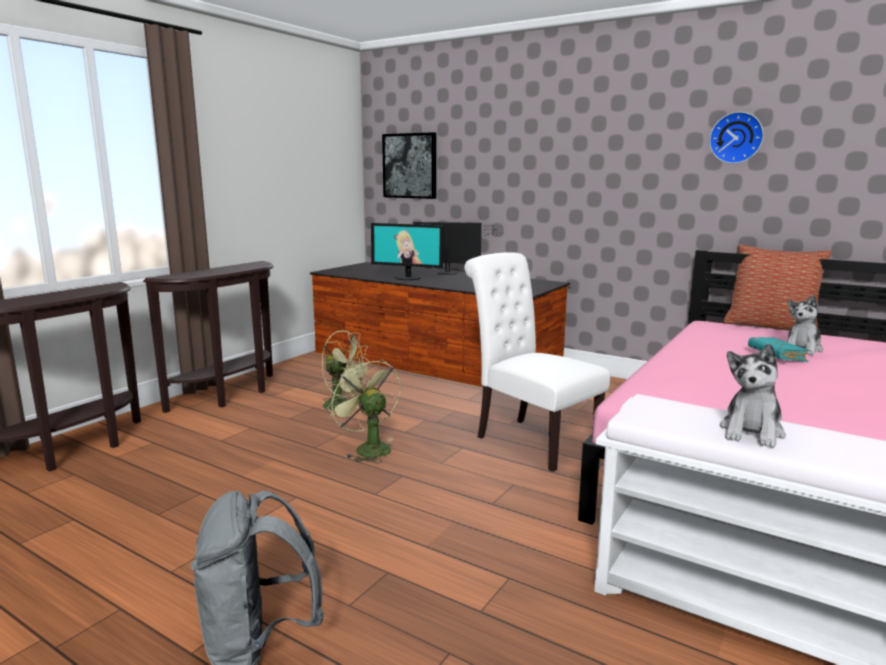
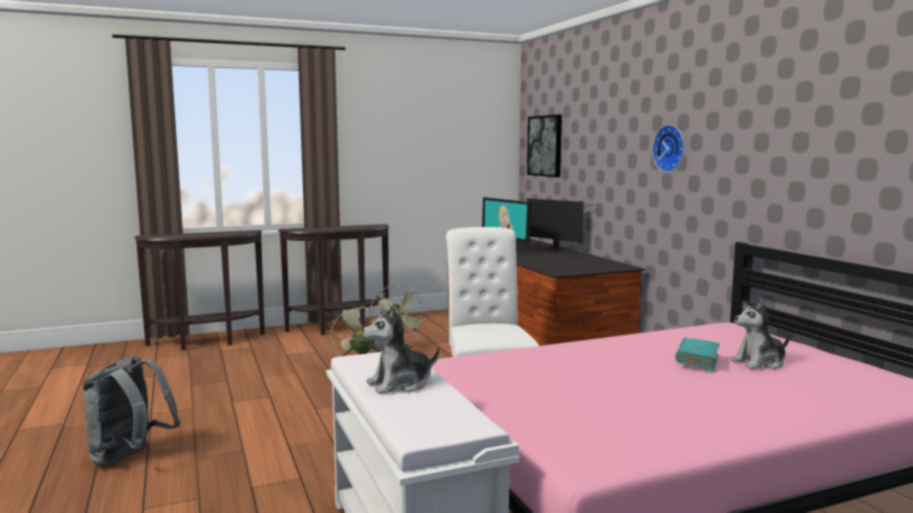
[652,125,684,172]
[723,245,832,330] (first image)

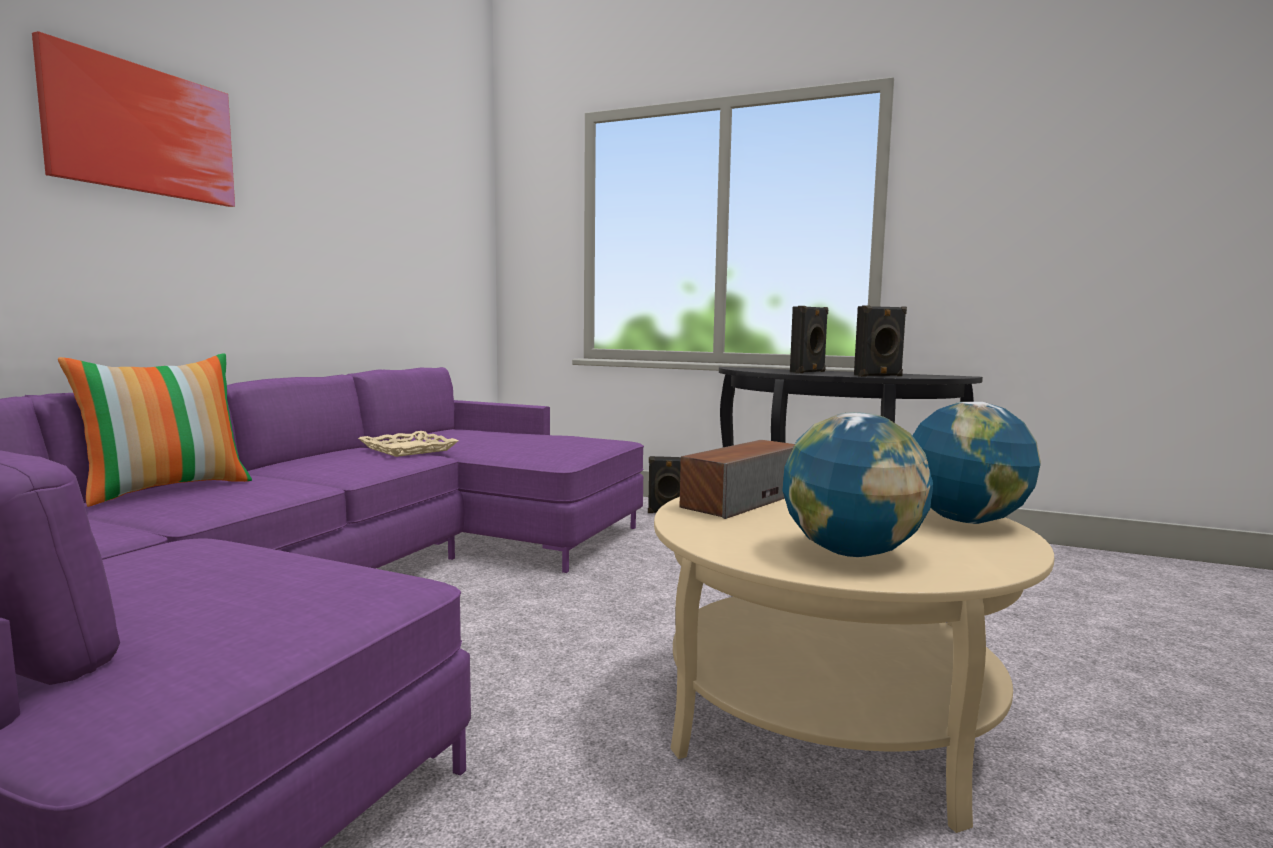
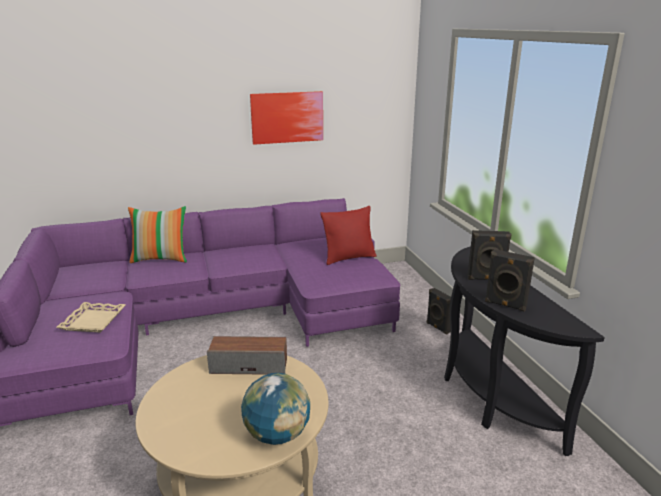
[56,302,126,333]
[250,91,323,145]
[321,206,377,265]
[782,412,933,557] (first image)

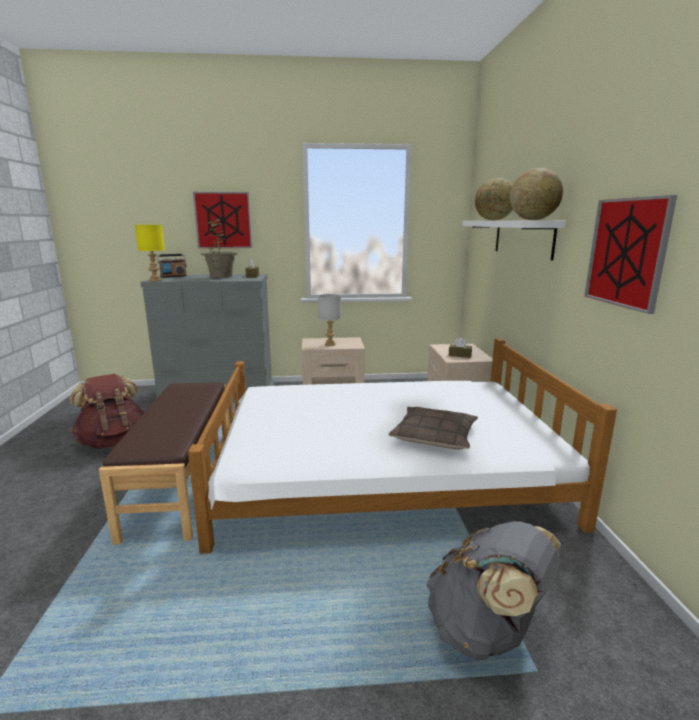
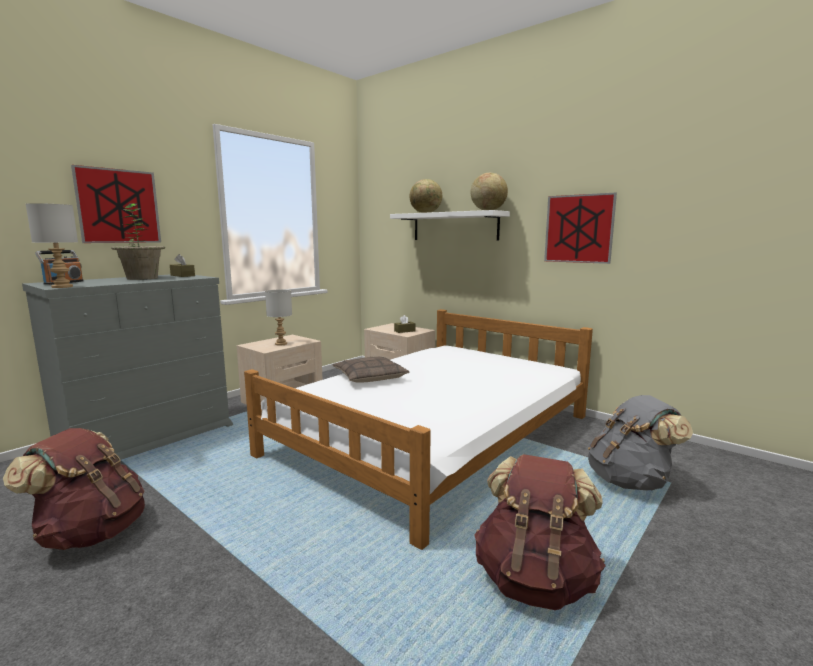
[26,203,78,288]
[332,357,409,383]
[474,454,606,610]
[99,382,229,545] (first image)

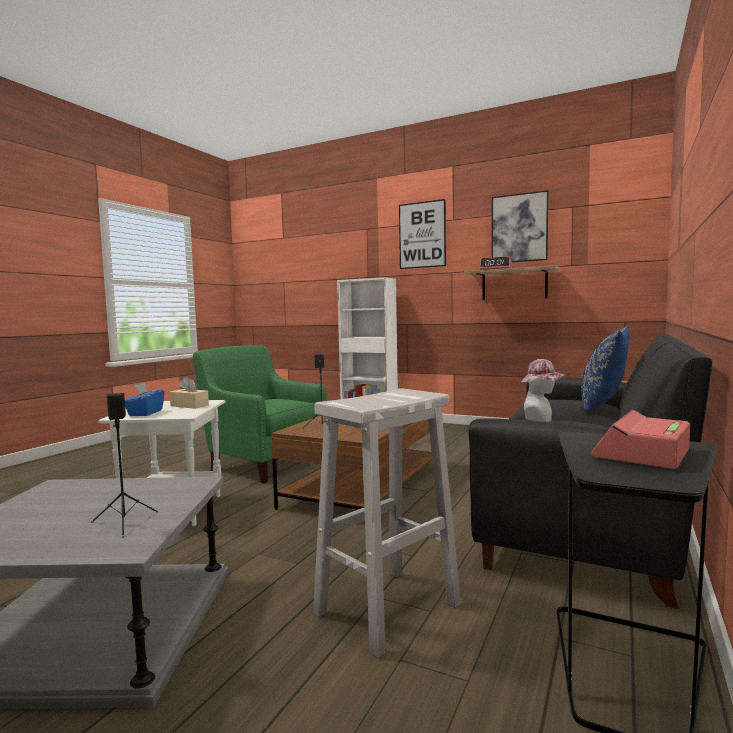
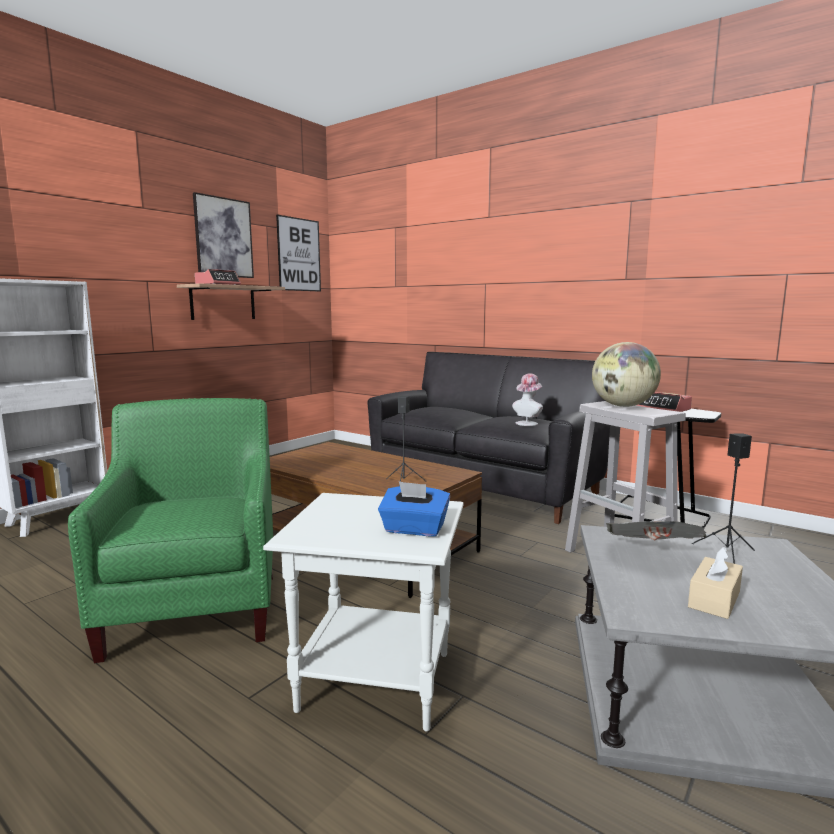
[68,398,273,663]
[276,214,321,292]
[592,342,661,407]
[606,521,707,540]
[688,547,743,619]
[581,326,630,412] (first image)

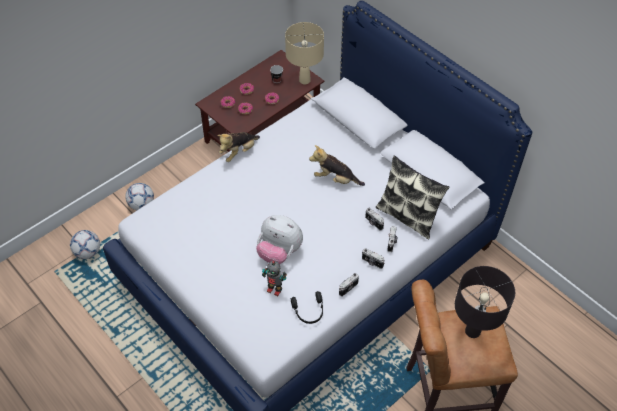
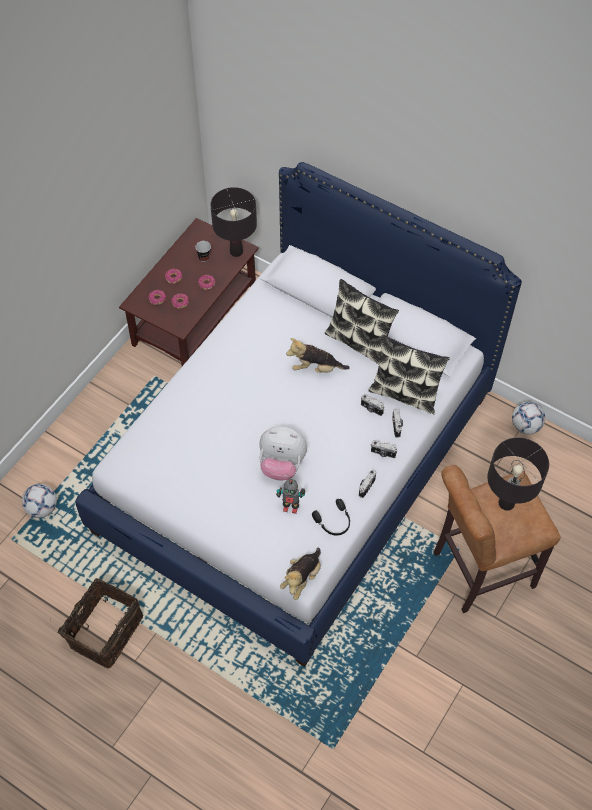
[50,578,143,669]
[211,187,257,257]
[280,547,321,600]
[325,279,399,364]
[512,402,545,434]

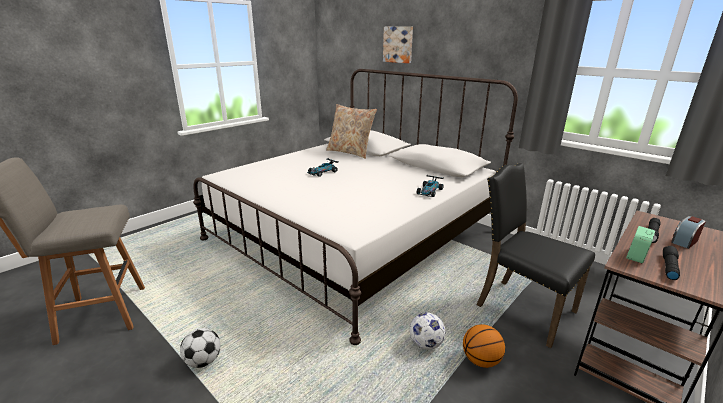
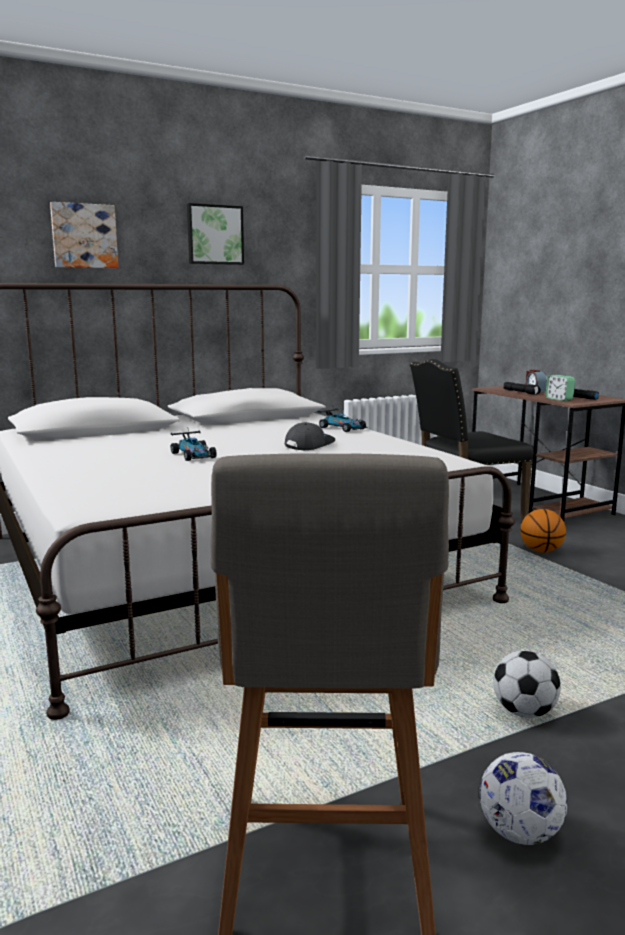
[187,203,244,265]
[285,422,335,450]
[479,752,568,845]
[326,104,377,159] (first image)

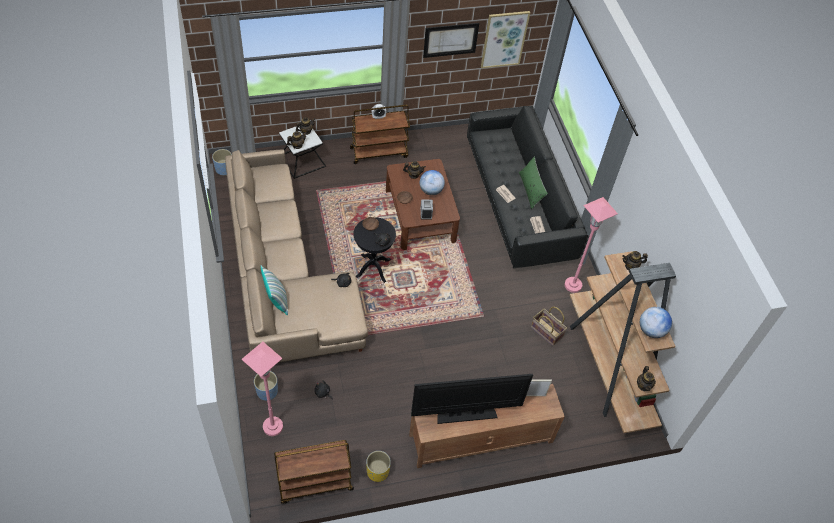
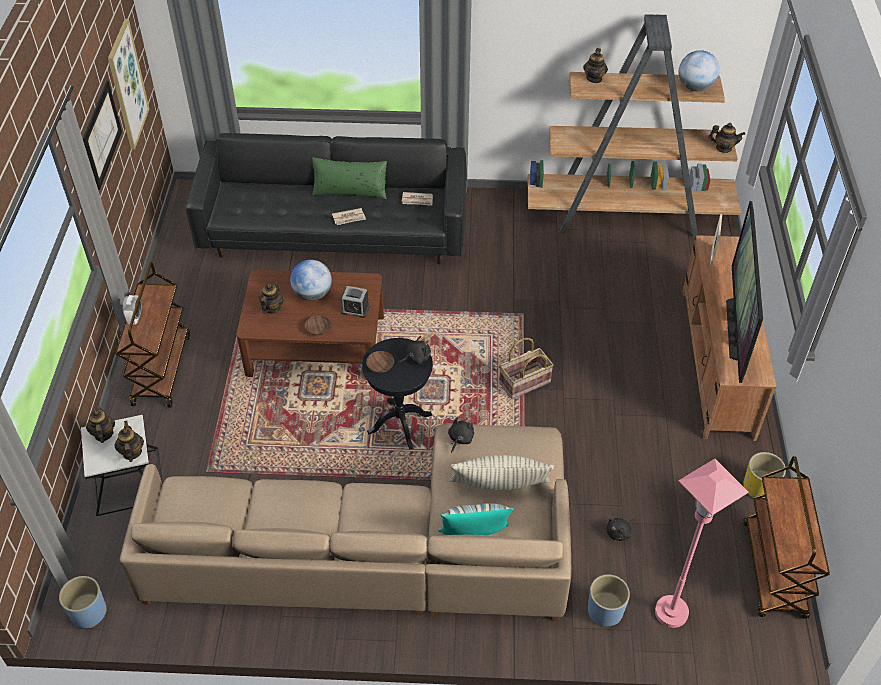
[450,455,554,490]
[499,338,554,399]
[564,197,618,293] (first image)

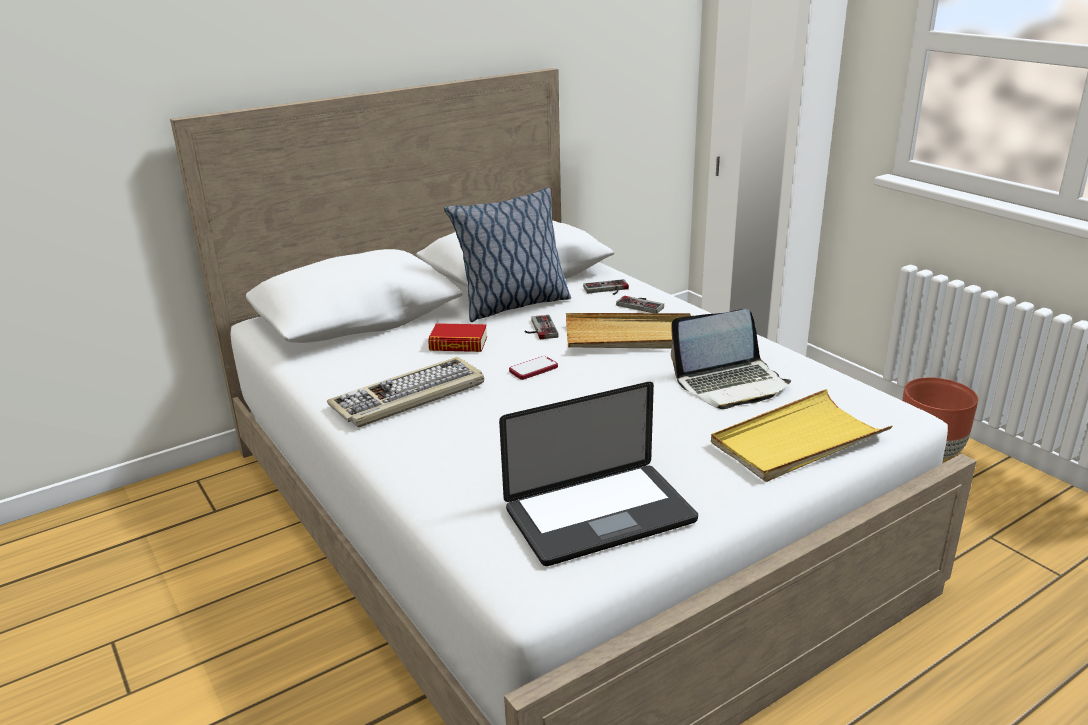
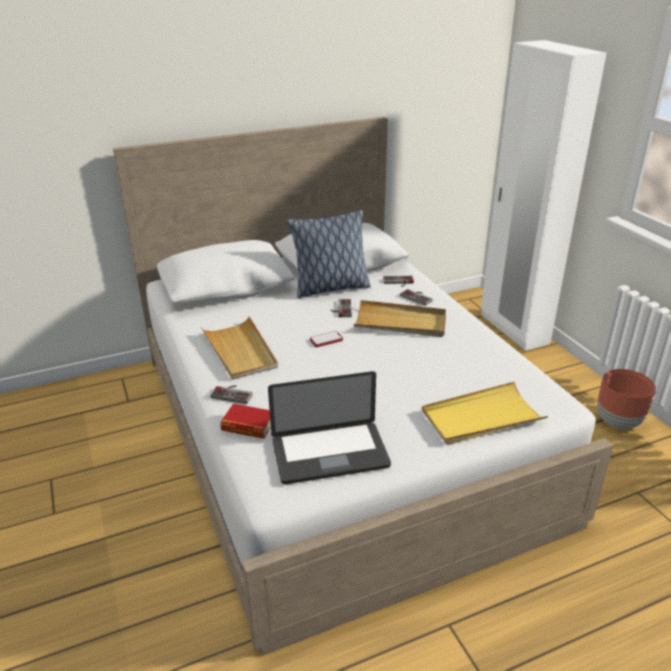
[201,316,278,380]
[210,385,253,404]
[220,404,271,439]
[671,309,791,409] (first image)

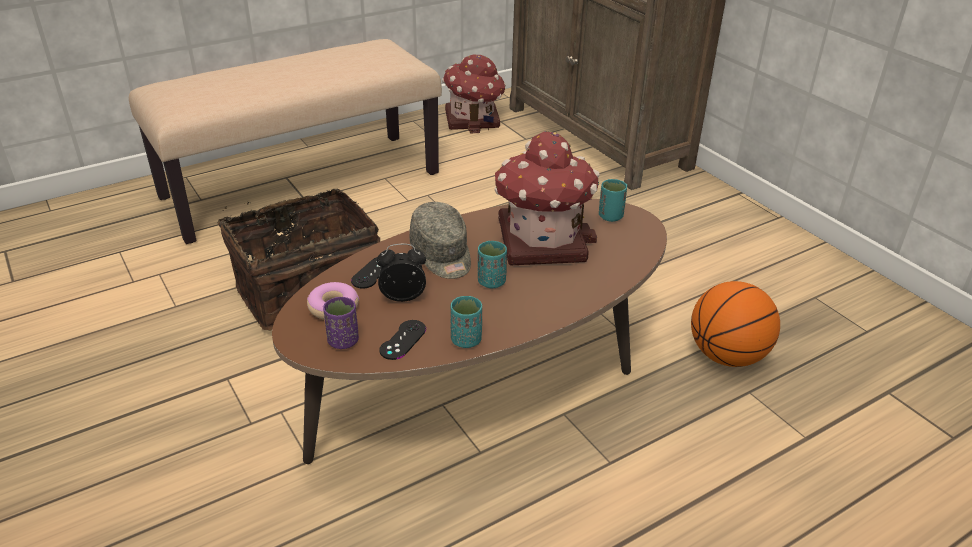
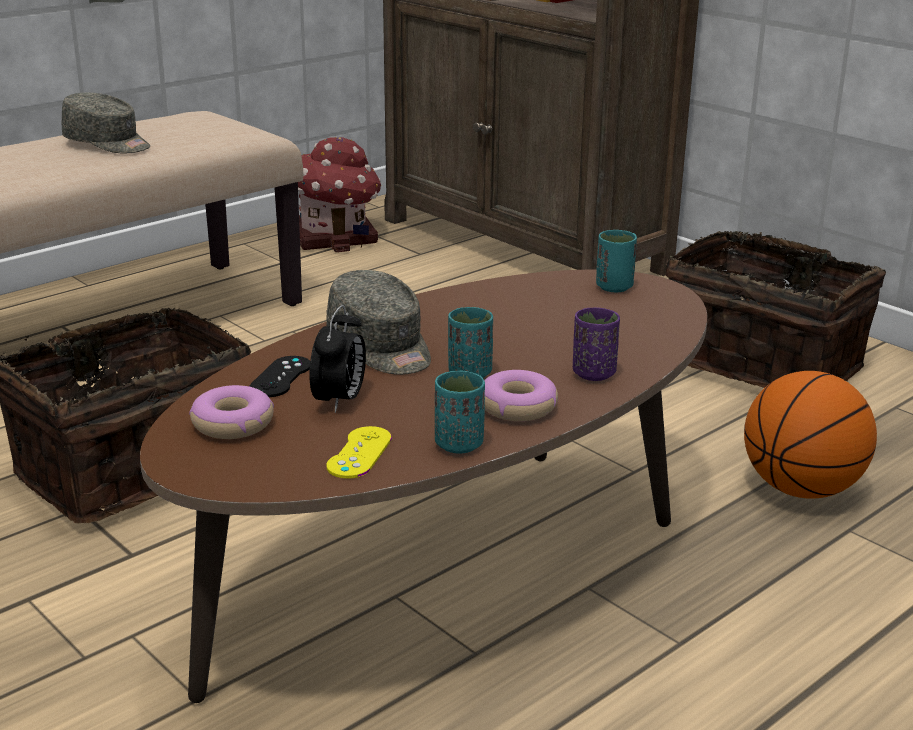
[61,93,150,153]
[309,305,366,413]
[326,426,392,479]
[484,370,558,421]
[573,308,620,381]
[665,231,886,388]
[495,131,600,265] (first image)

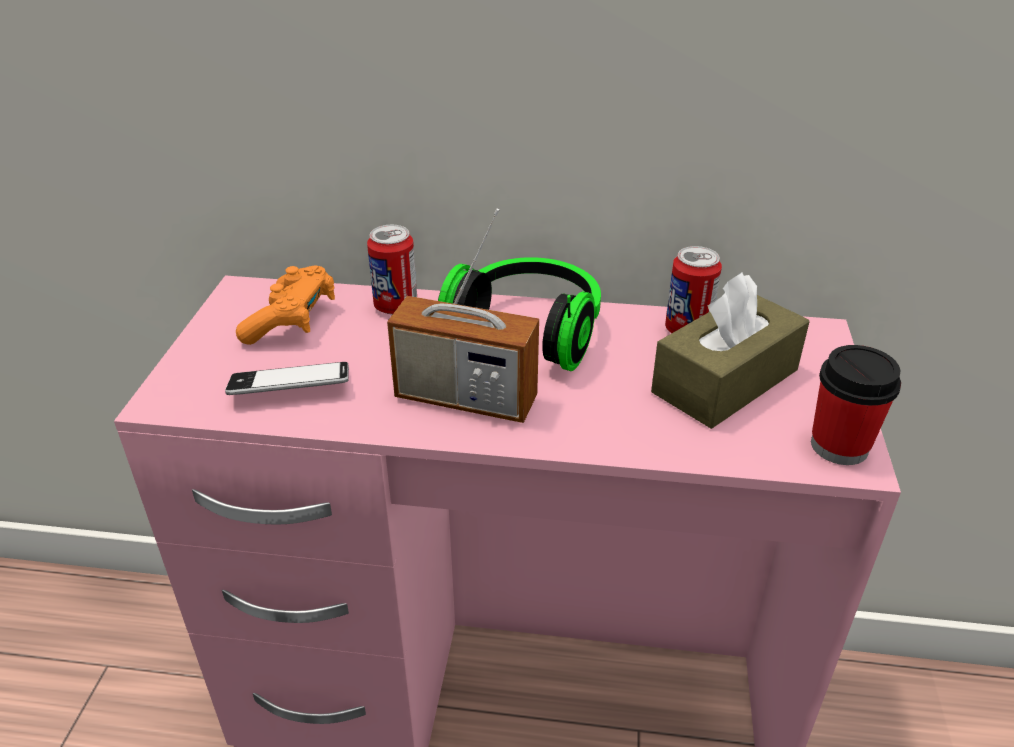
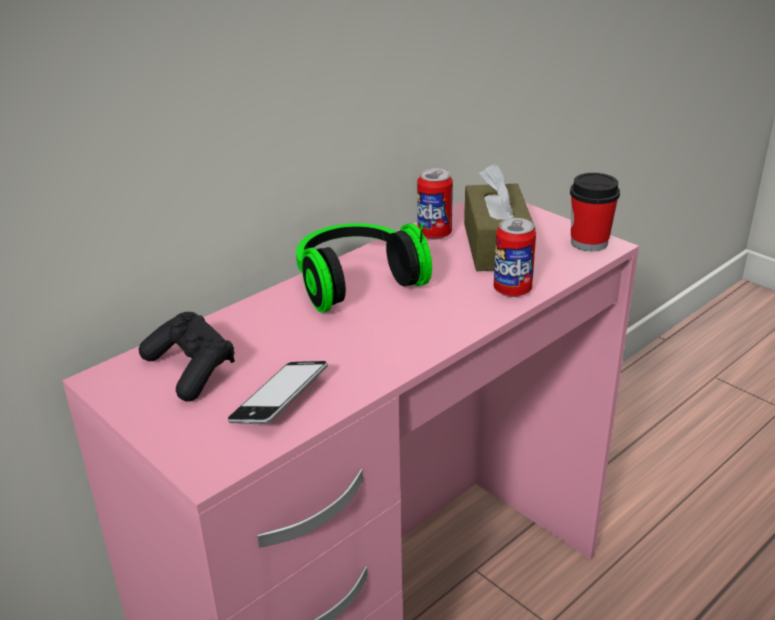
[139,312,235,401]
[494,218,536,297]
[387,209,539,423] (first image)

